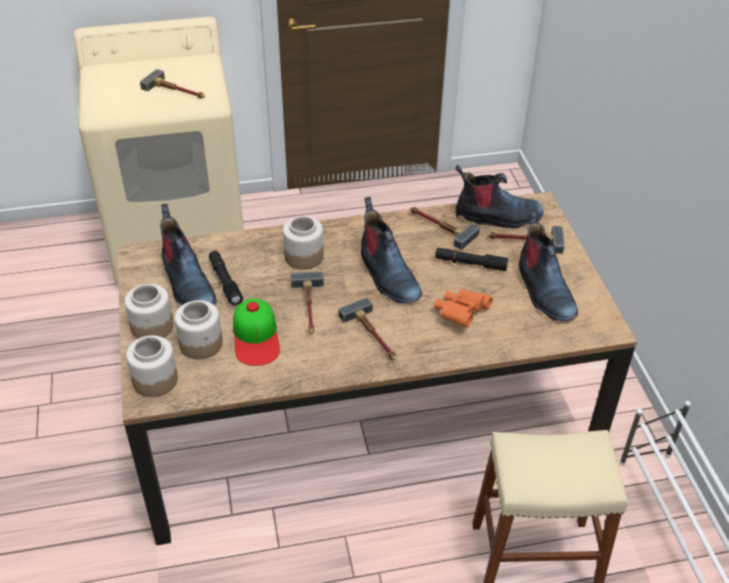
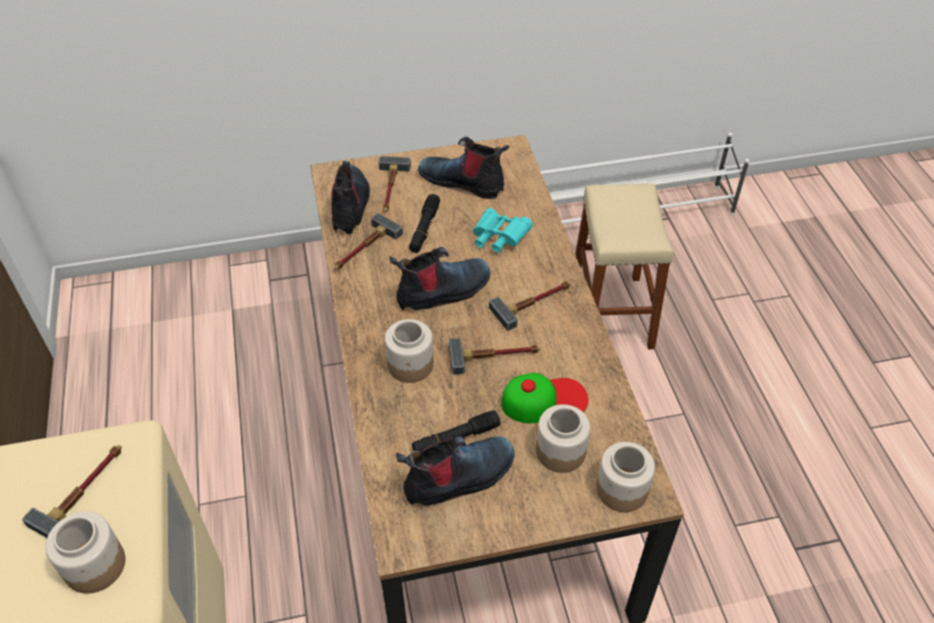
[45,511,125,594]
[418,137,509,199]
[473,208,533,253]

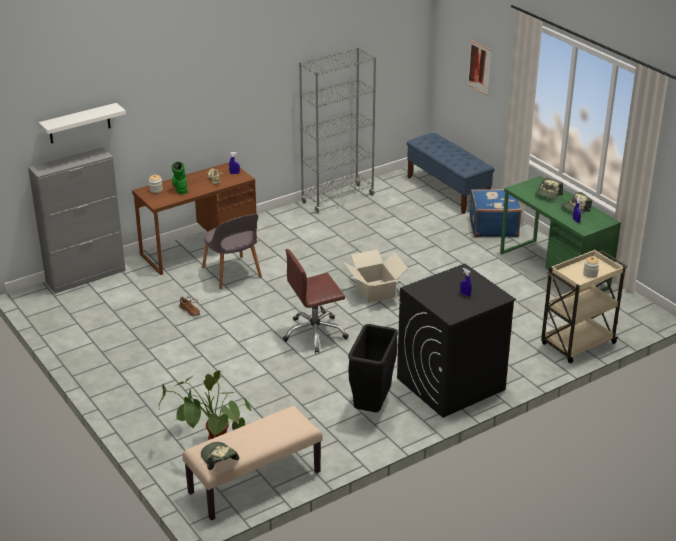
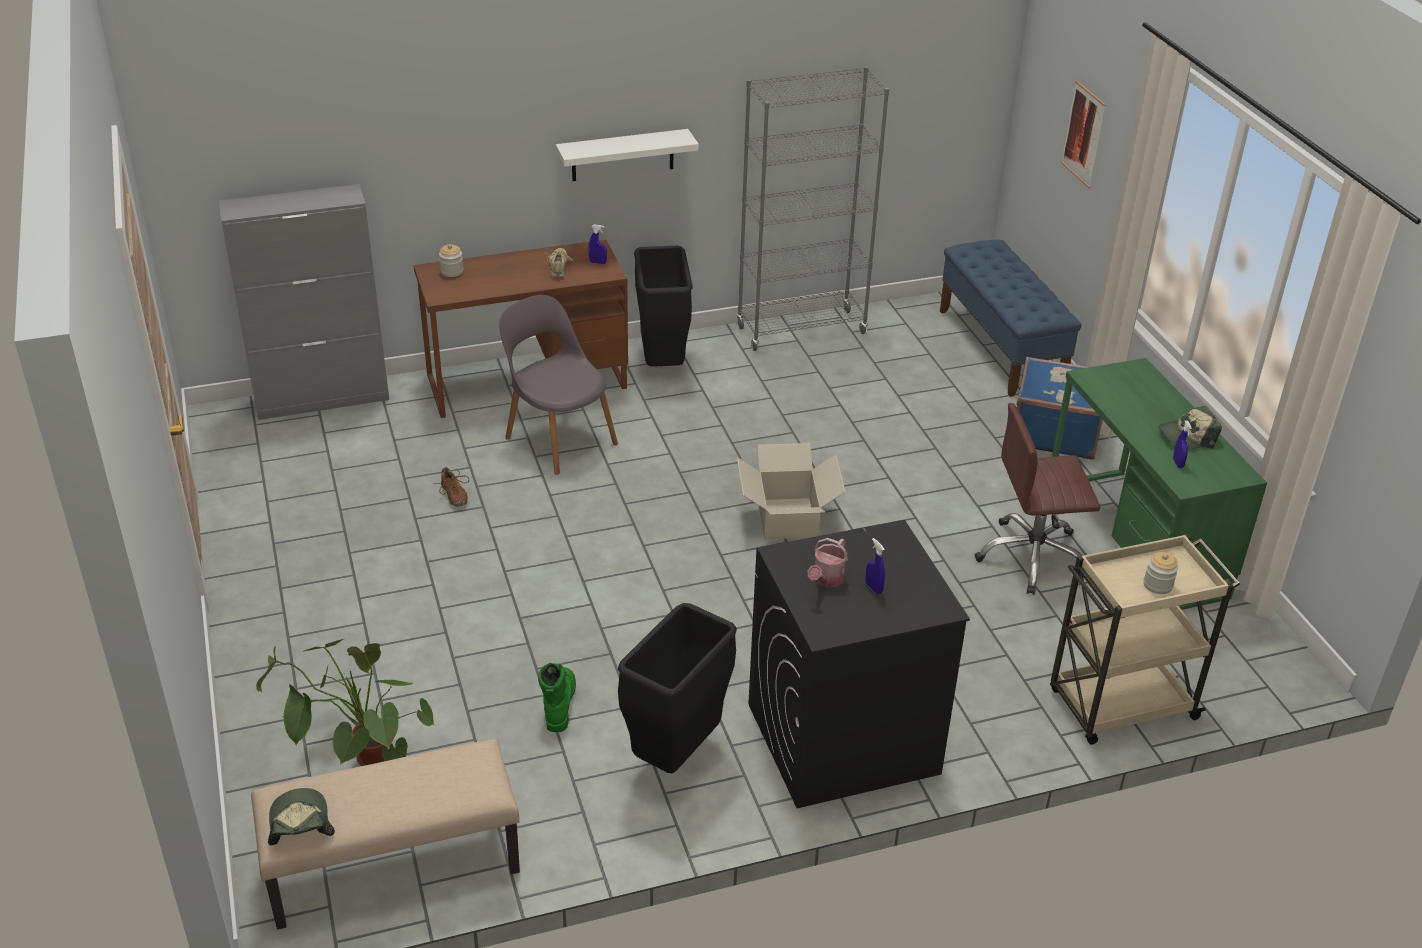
[499,295,618,475]
[538,663,576,732]
[556,129,699,181]
[634,246,693,367]
[807,538,848,587]
[975,403,1100,595]
[535,178,563,200] (first image)

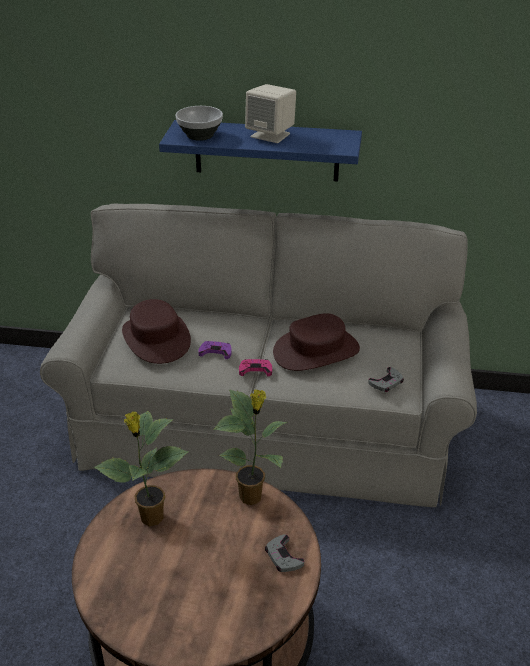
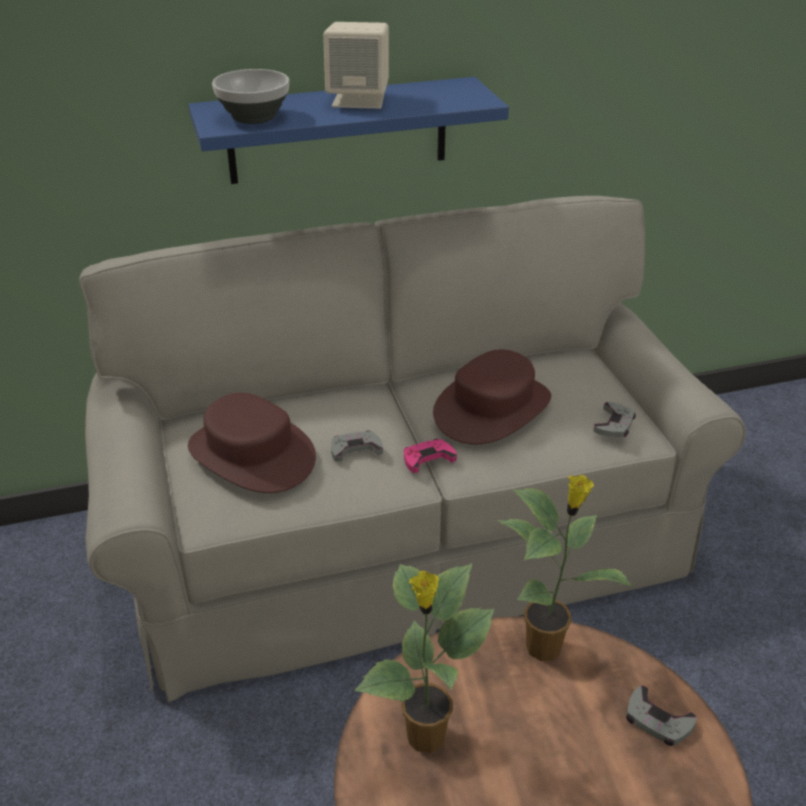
[331,430,383,462]

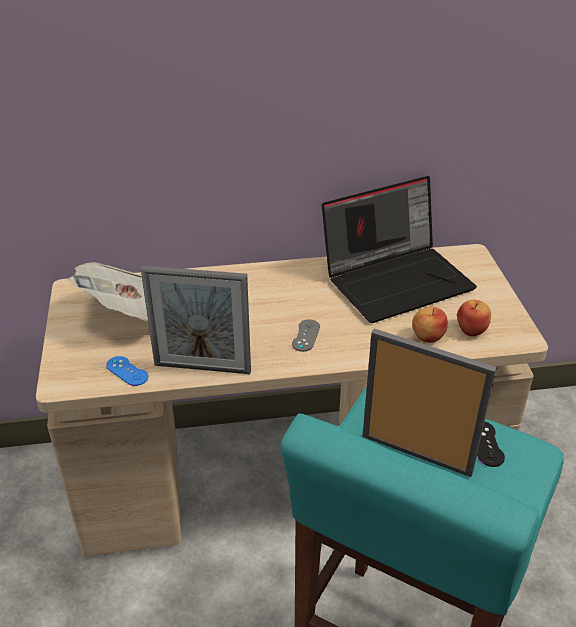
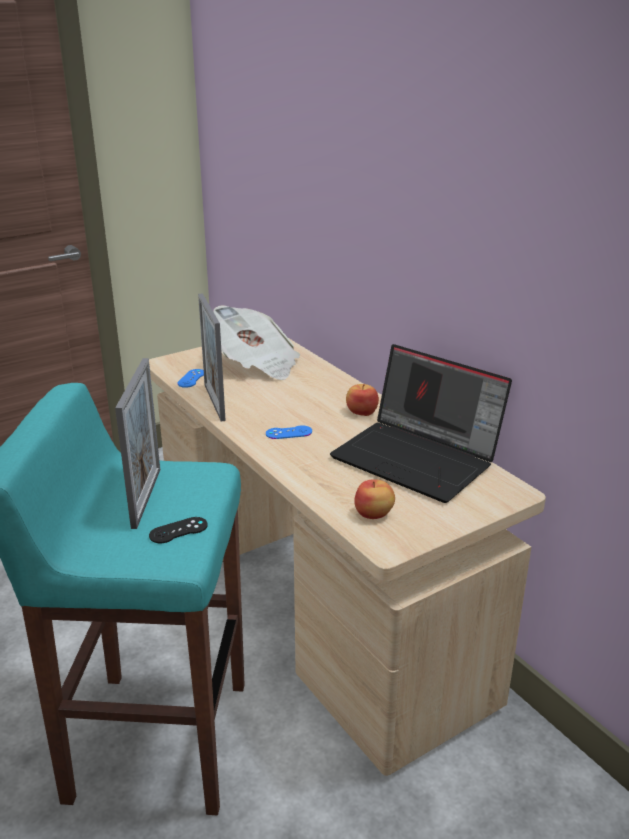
[266,425,312,439]
[346,384,379,416]

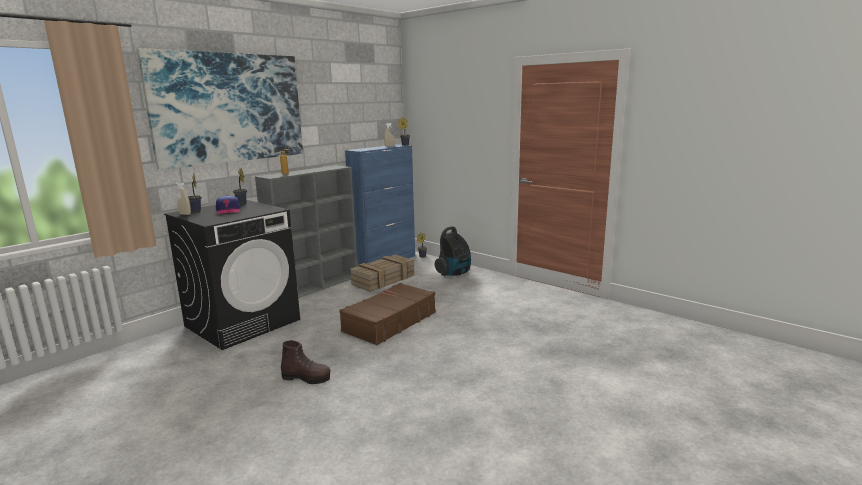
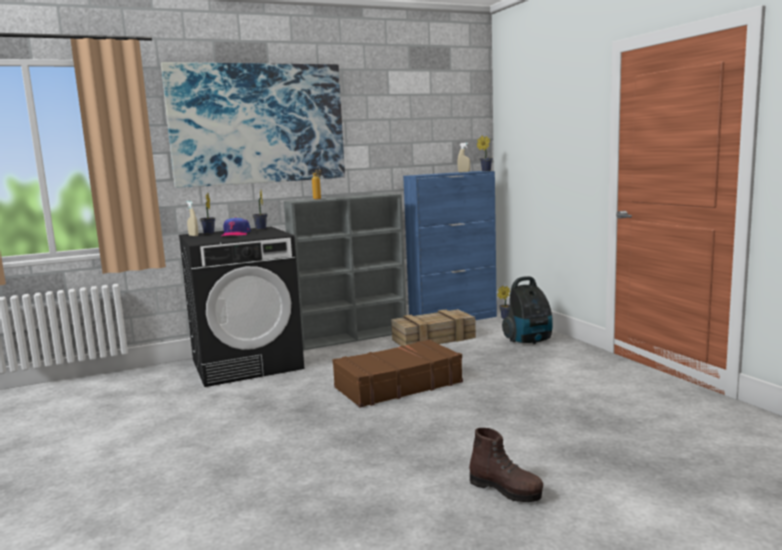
[469,428,543,502]

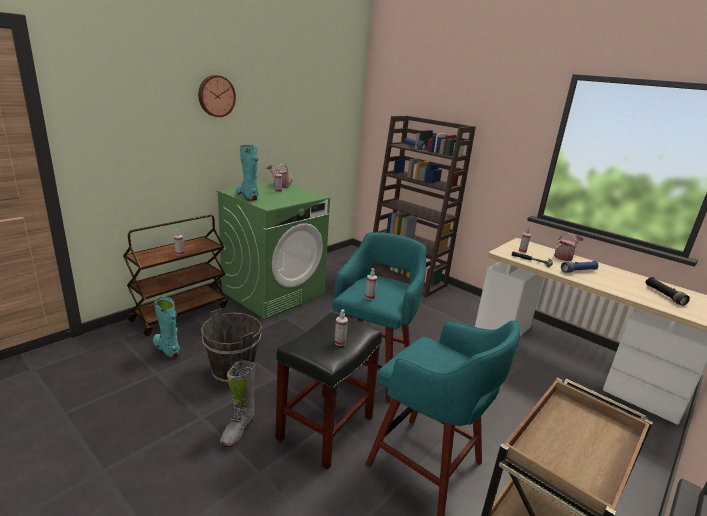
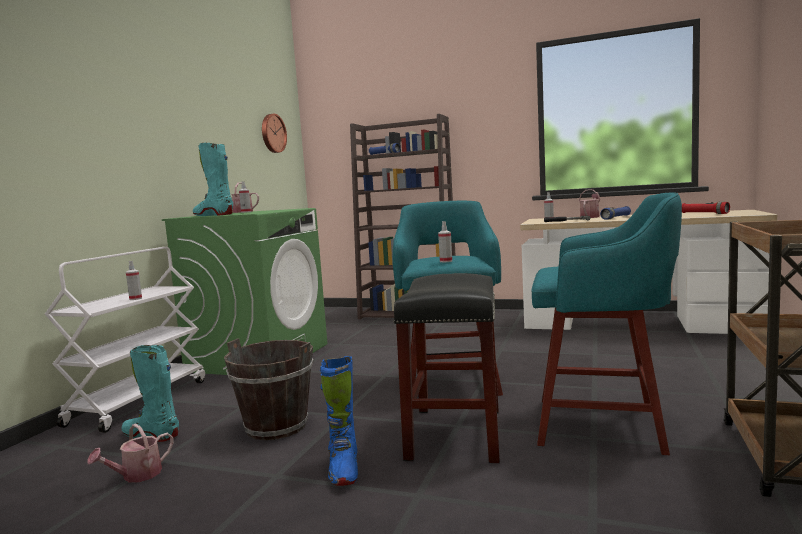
[45,247,205,433]
[87,424,174,483]
[262,114,287,153]
[320,356,358,486]
[682,202,730,214]
[334,309,348,346] (first image)

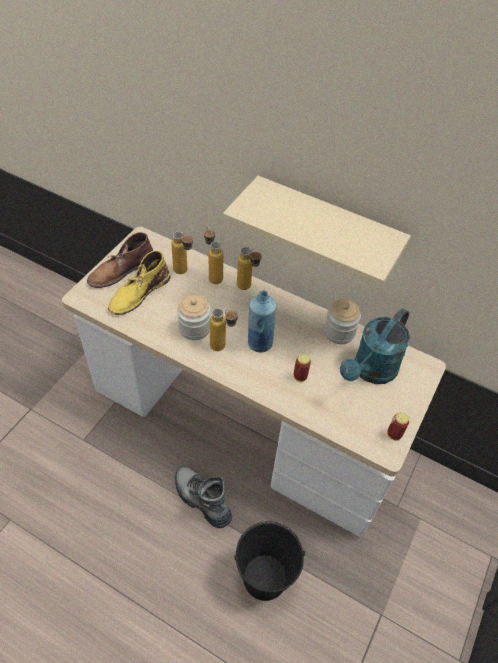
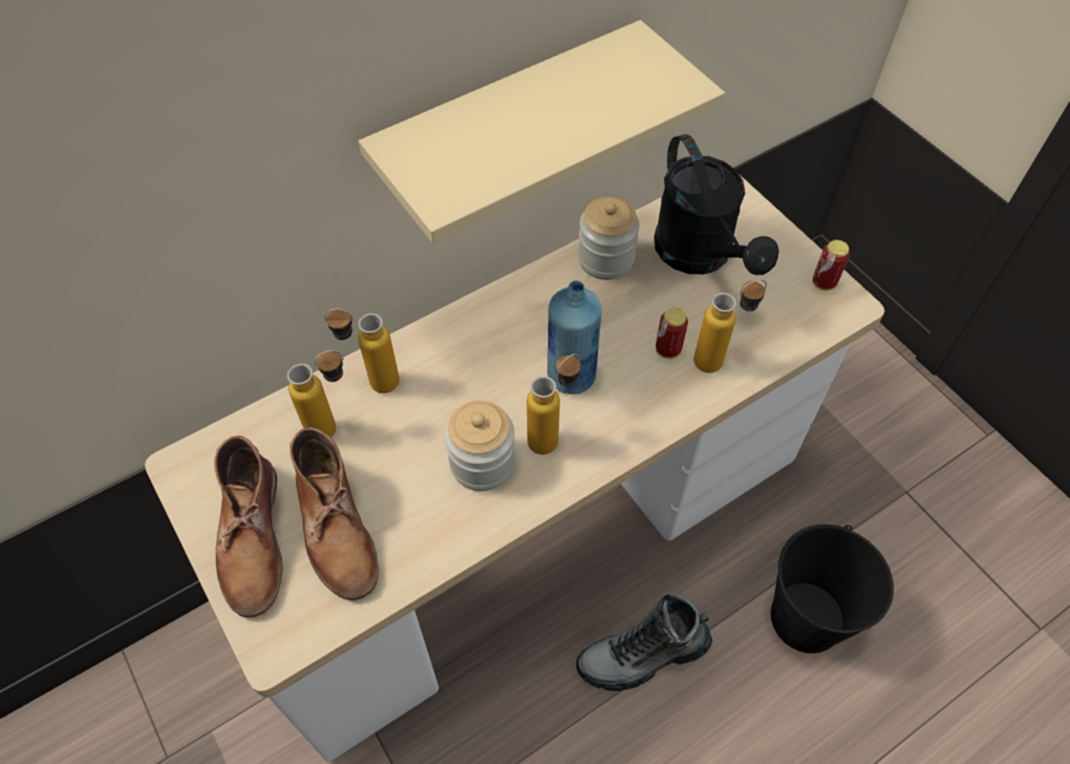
[290,427,379,600]
[654,134,779,275]
[694,280,767,373]

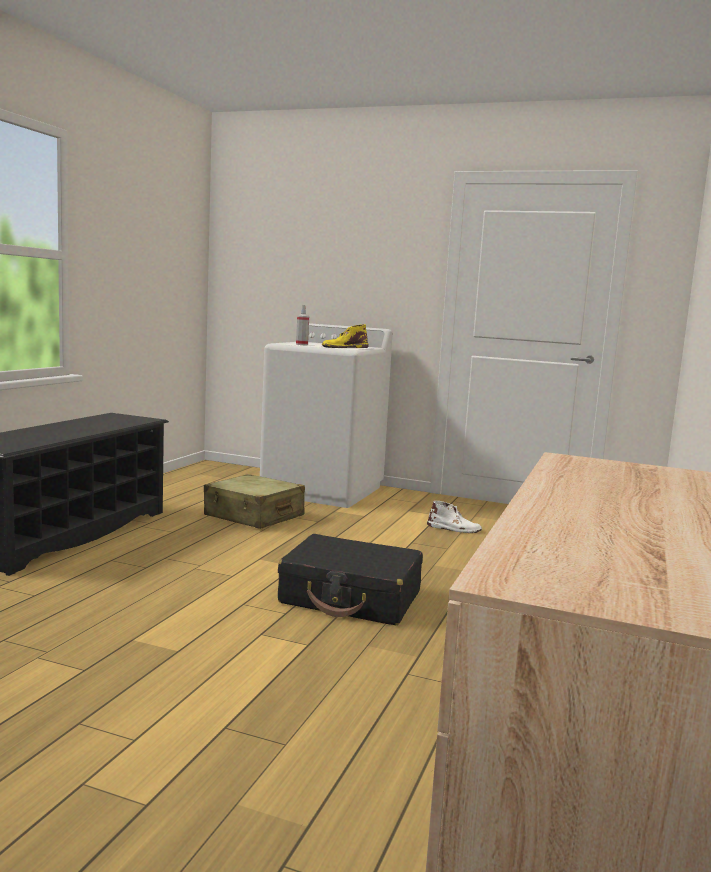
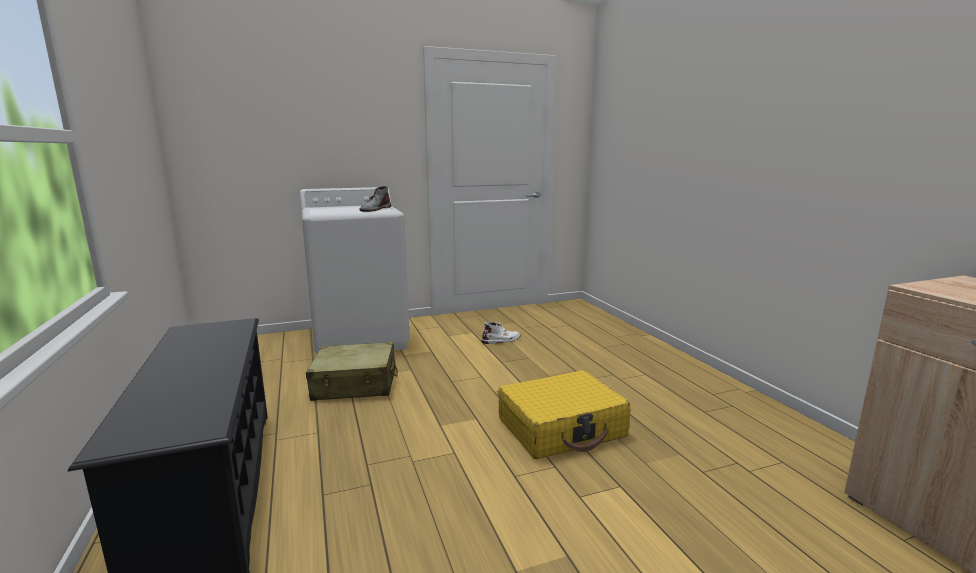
[359,186,391,212]
[498,370,630,459]
[296,305,309,345] (first image)

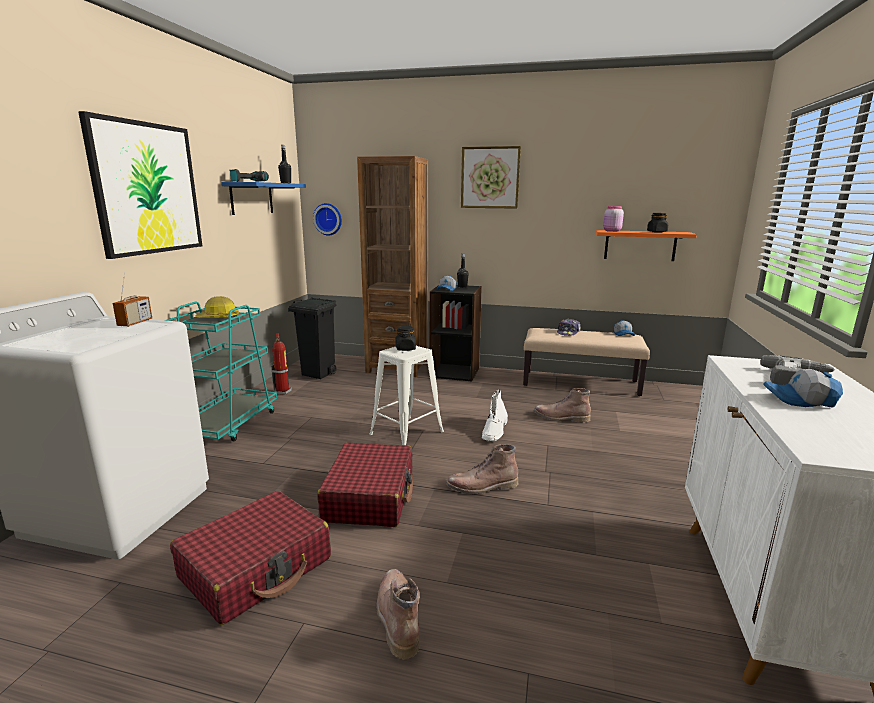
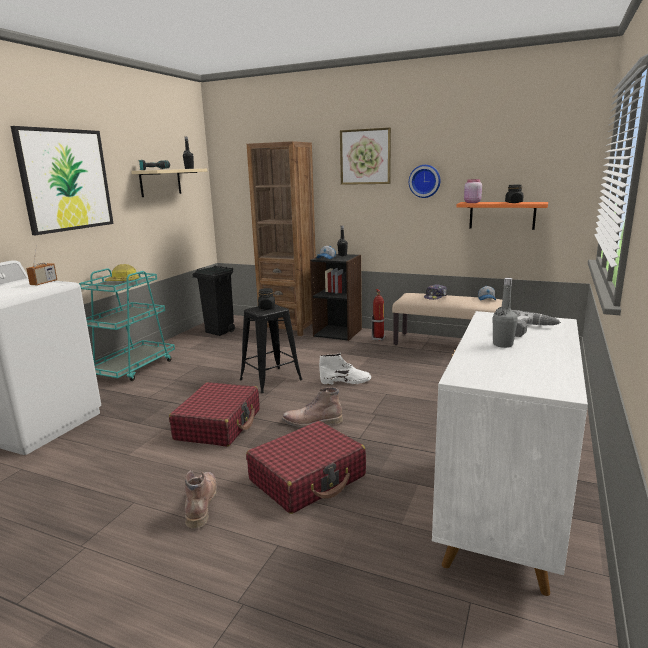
[131,169,207,197]
[240,304,303,393]
[246,421,366,514]
[319,353,371,385]
[372,289,386,341]
[409,165,441,198]
[493,278,518,348]
[534,388,591,422] (first image)

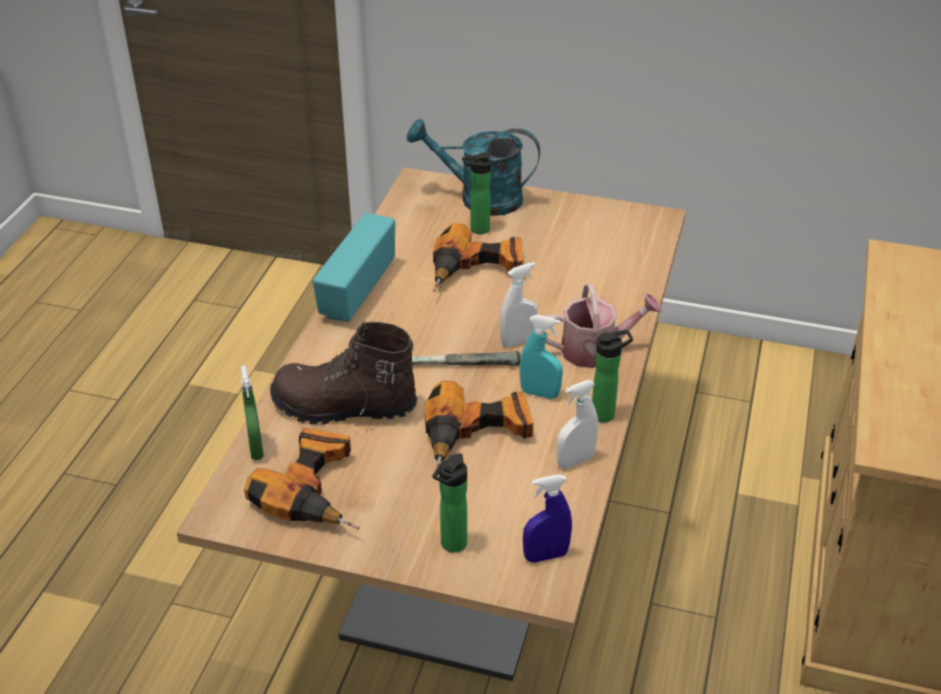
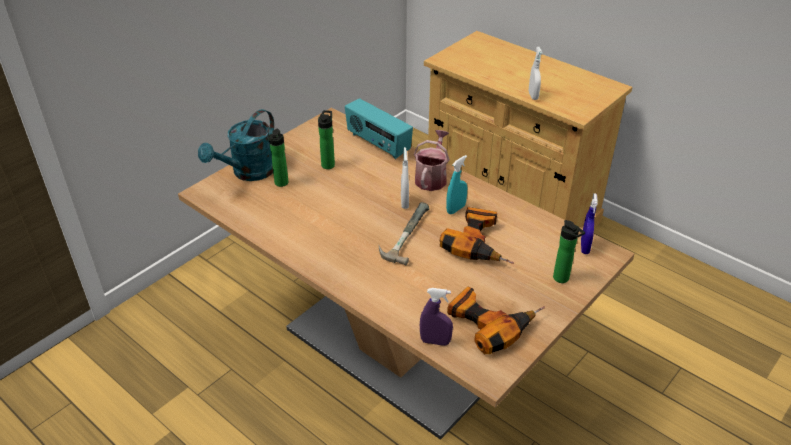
[318,110,335,169]
[345,98,413,159]
[420,288,453,346]
[529,47,543,100]
[270,322,417,425] (first image)
[433,223,523,292] (first image)

